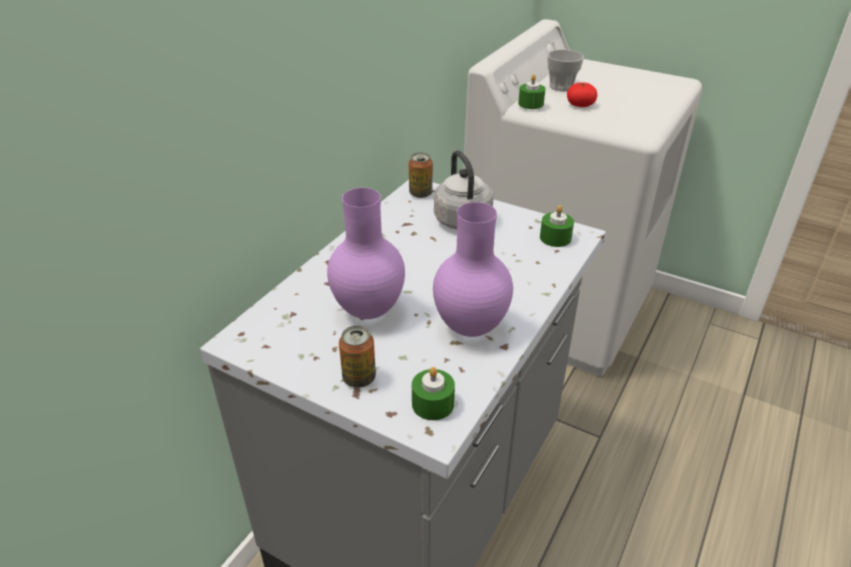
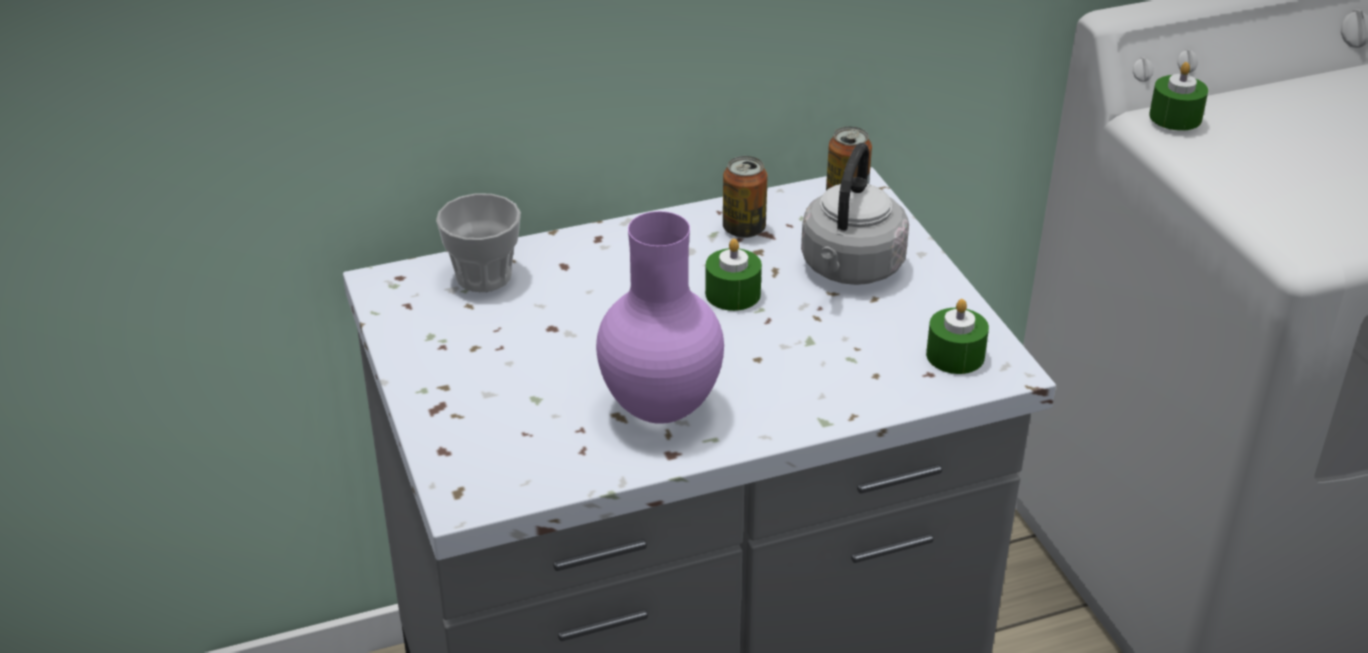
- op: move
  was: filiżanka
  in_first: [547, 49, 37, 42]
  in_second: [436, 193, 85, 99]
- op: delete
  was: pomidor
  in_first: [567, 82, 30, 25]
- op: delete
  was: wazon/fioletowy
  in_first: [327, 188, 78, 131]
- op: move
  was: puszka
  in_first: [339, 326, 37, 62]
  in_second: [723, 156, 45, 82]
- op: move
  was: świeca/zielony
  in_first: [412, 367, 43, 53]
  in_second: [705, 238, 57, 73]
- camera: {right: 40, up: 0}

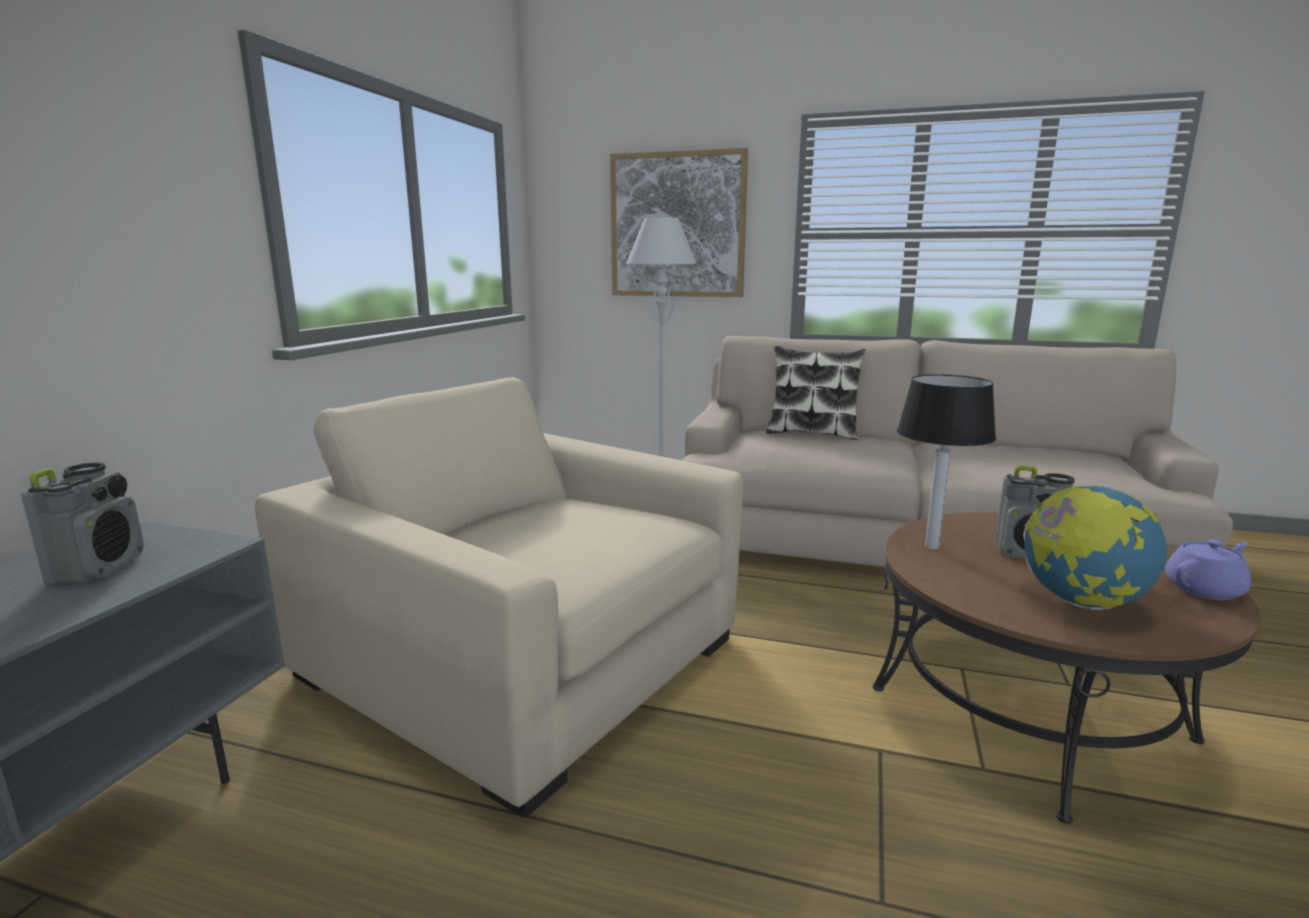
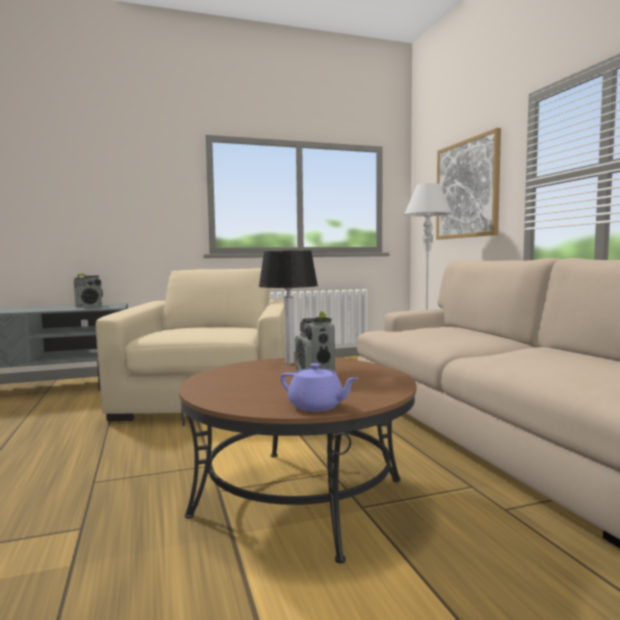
- op: delete
  was: poduszka
  in_first: [766, 346, 99, 94]
- op: delete
  was: globus
  in_first: [1021, 484, 146, 126]
- camera: {right: 55, up: -10}

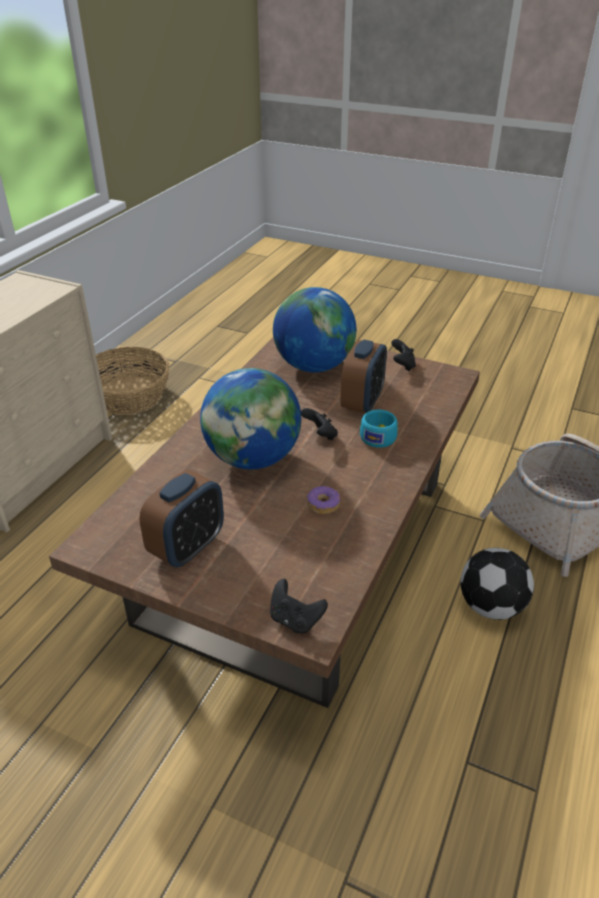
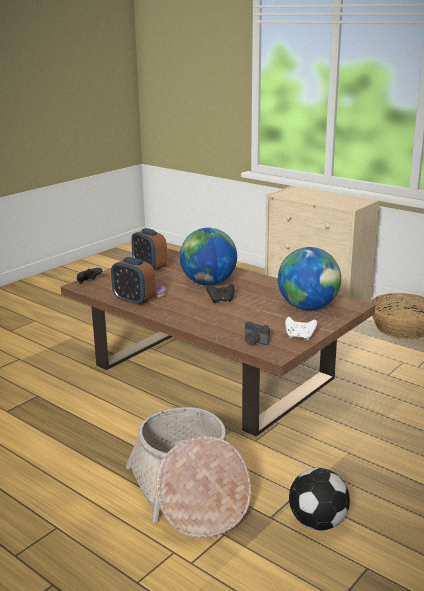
- op: recolor
  was: pad do gier/czarny
  now: pad do gier/biały
  in_first: [391, 339, 25, 32]
  in_second: [285, 317, 32, 23]
- op: move
  was: budzik
  in_first: [340, 340, 47, 73]
  in_second: [111, 257, 45, 49]
- op: delete
  was: filiżanka/turkusowy
  in_first: [360, 410, 38, 38]
- op: move
  was: piłka futbolowa
  in_first: [460, 548, 74, 72]
  in_second: [289, 468, 61, 63]
- op: insert
  now: aparat fotograficzny
  in_second: [245, 321, 25, 25]
- camera: {right: 105, up: -15}

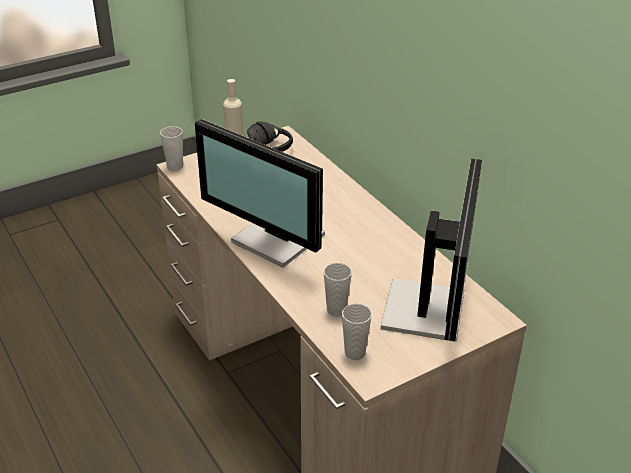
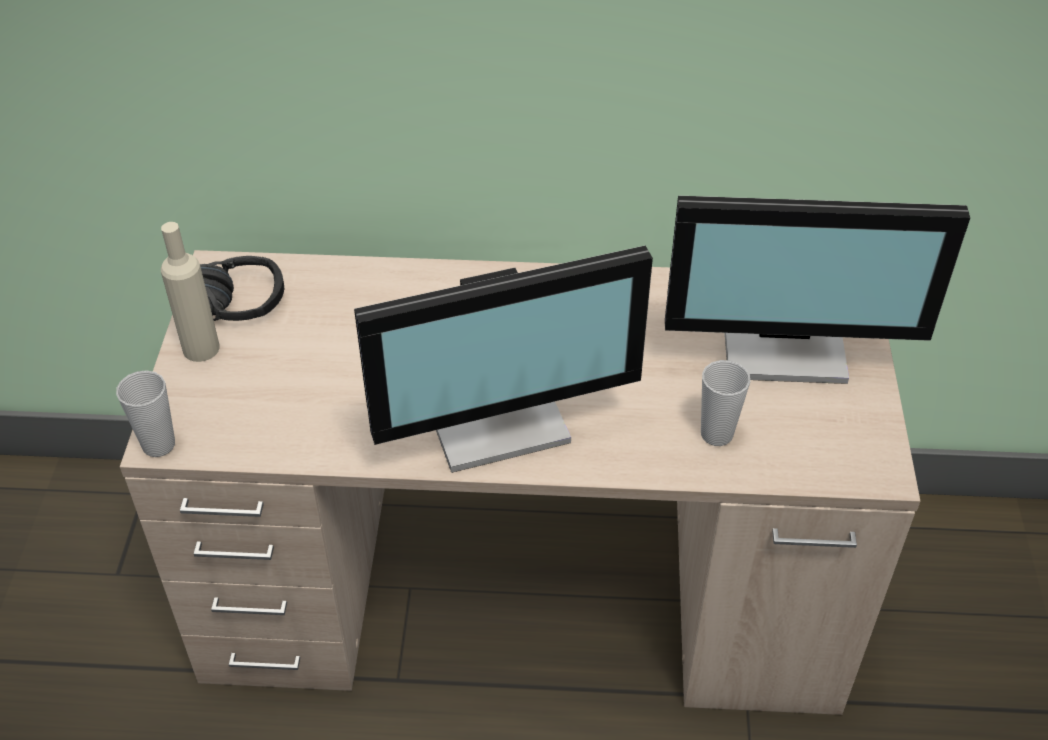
- op: rotate
  was: monitor
  in_first: [381, 159, 101, 183]
  in_second: [665, 196, 305, 188]
  clockwise: 135
- op: delete
  was: filiżanka
  in_first: [342, 303, 30, 57]
- camera: {right: -55, up: 10}

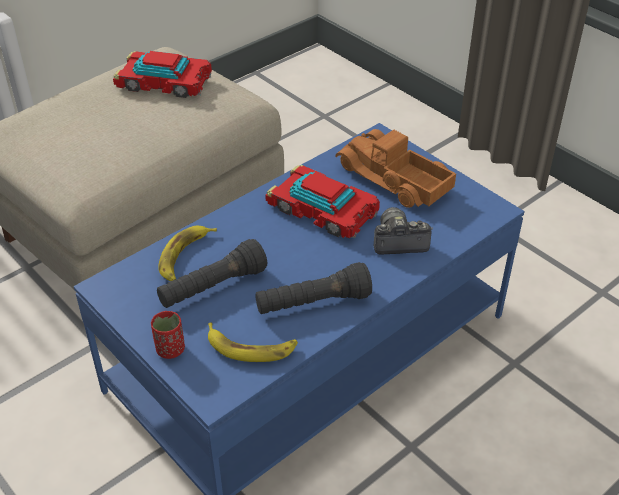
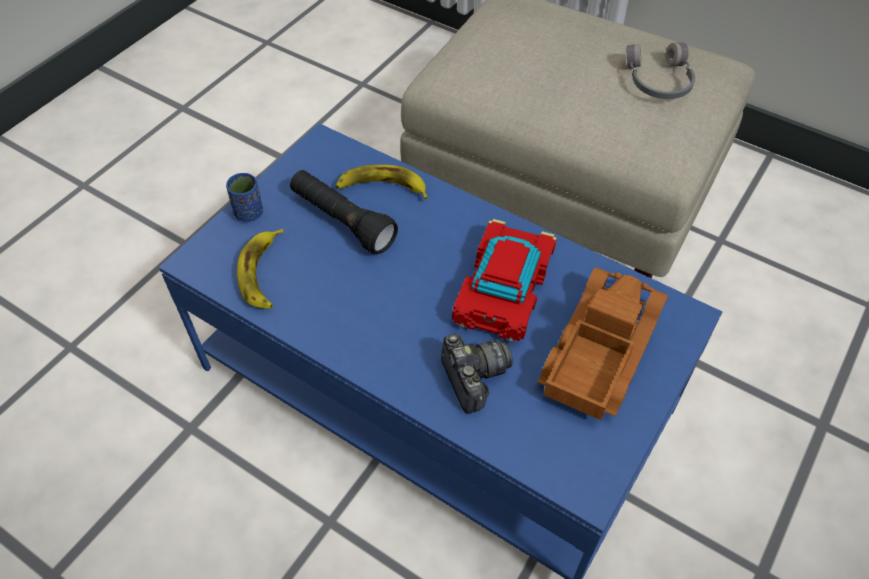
- op: replace
  was: samochodzik
  now: słuchawki/szary
  in_first: [113, 51, 99, 47]
  in_second: [627, 43, 68, 56]
- op: delete
  was: latarka/czarny
  in_first: [255, 262, 117, 52]
- op: recolor
  was: filiżanka/czerwony
  now: filiżanka/niebieski
  in_first: [151, 311, 34, 48]
  in_second: [226, 173, 37, 49]
- camera: {right: 75, up: 10}

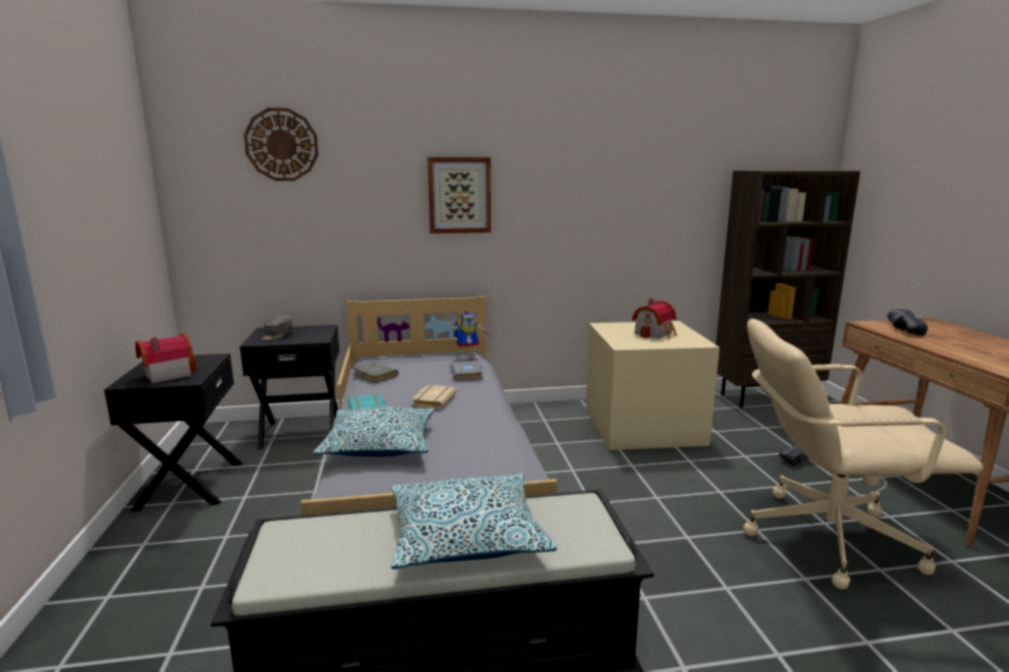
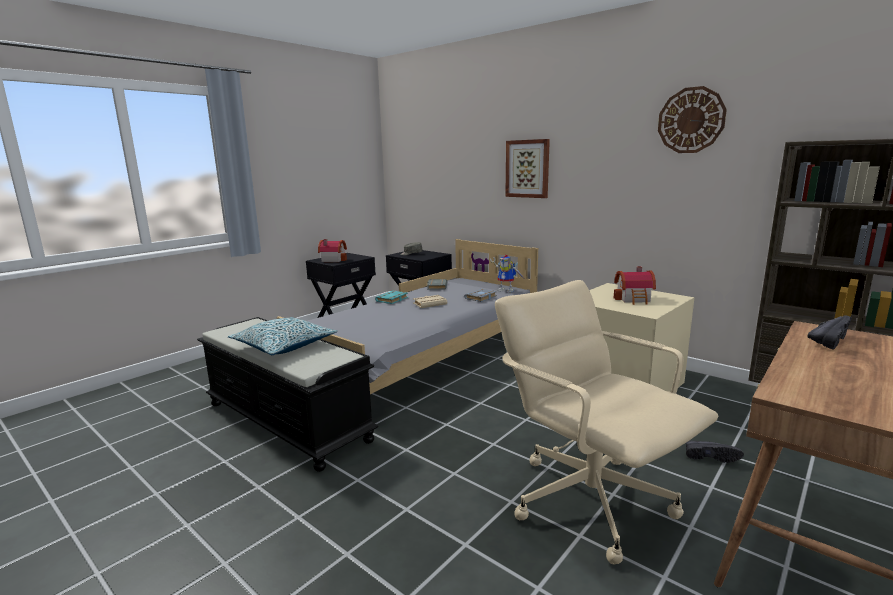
- op: move
  was: zegar ścienny
  in_first: [244, 108, 75, 73]
  in_second: [658, 86, 69, 67]
- op: delete
  was: poduszka
  in_first: [312, 407, 123, 50]
- camera: {right: 50, up: 0}

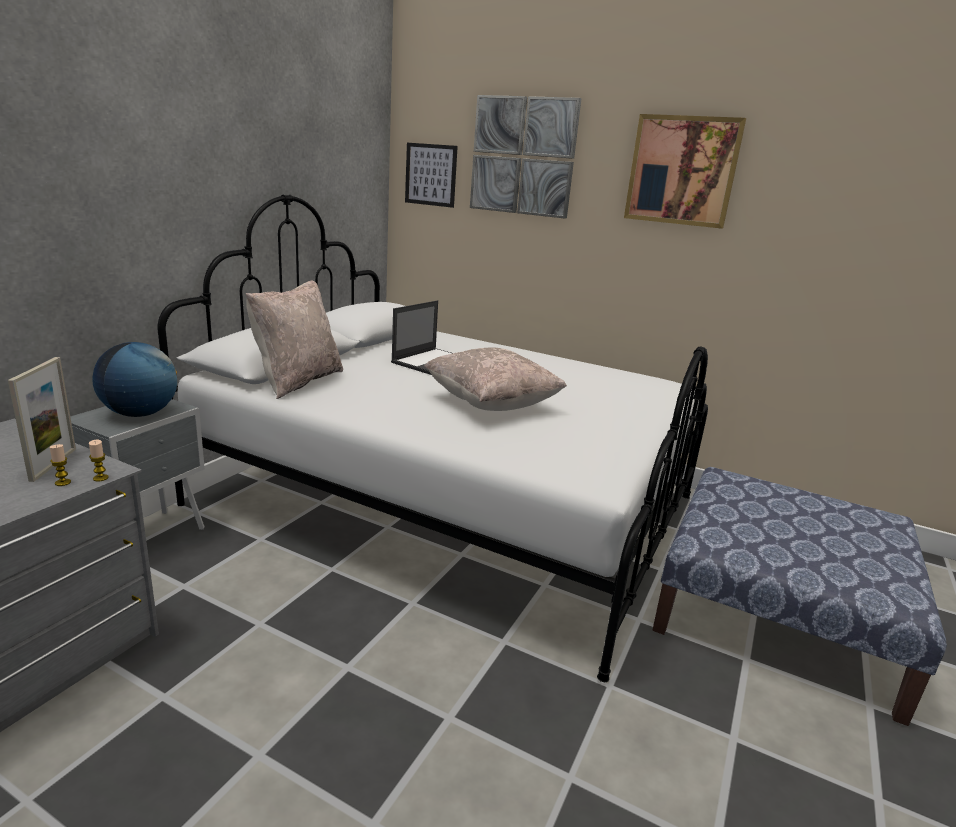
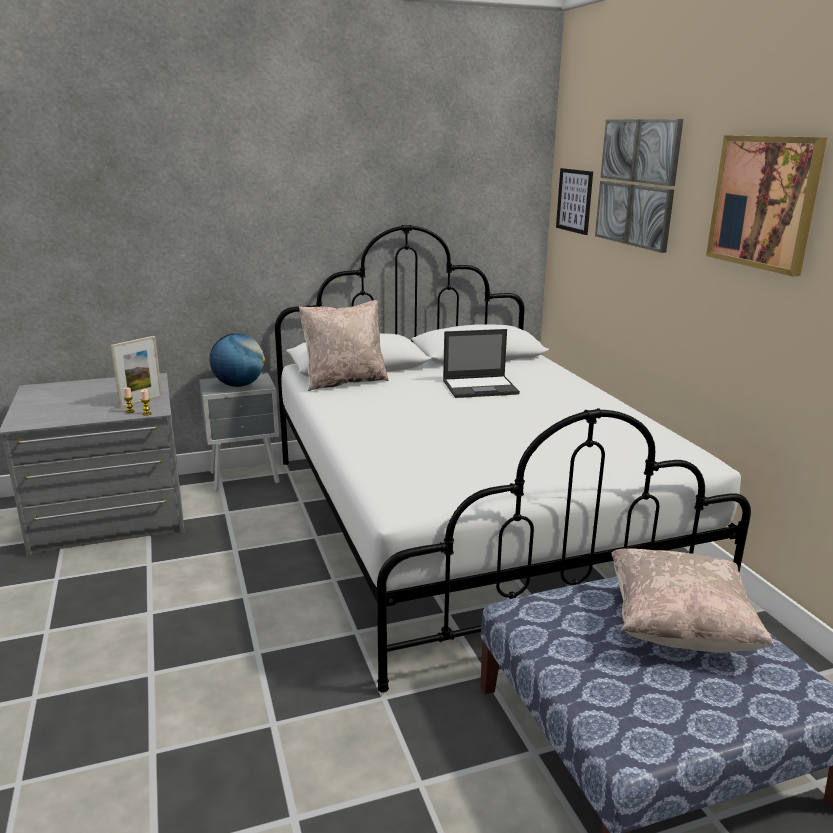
- op: move
  was: poduszka/beżowy
  in_first: [424, 347, 143, 64]
  in_second: [612, 548, 162, 104]
- camera: {right: 45, up: 0}

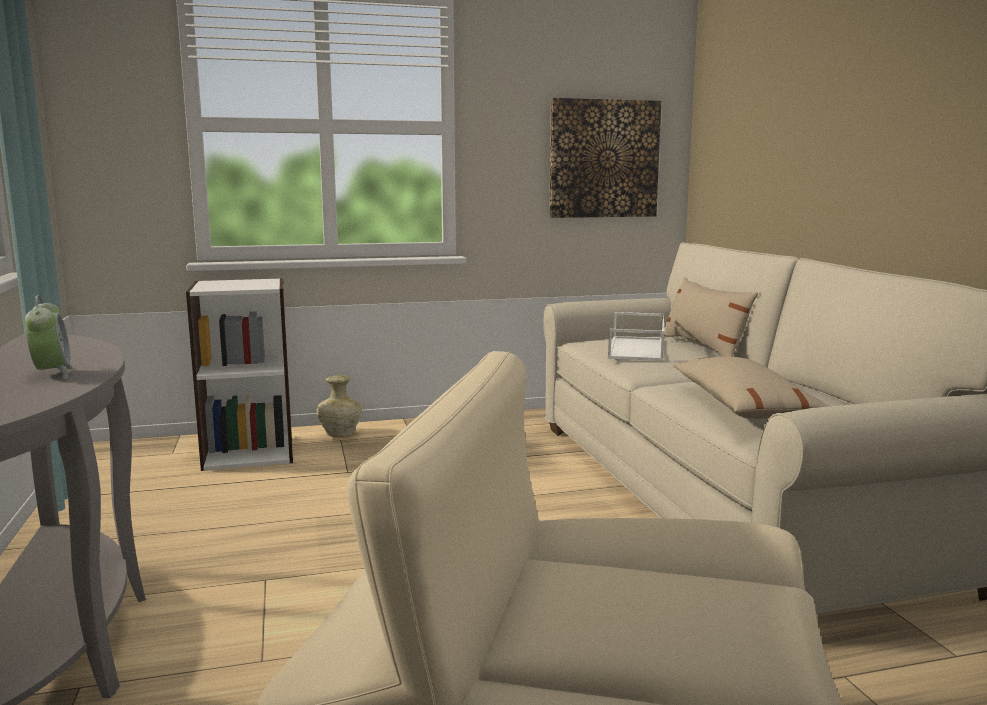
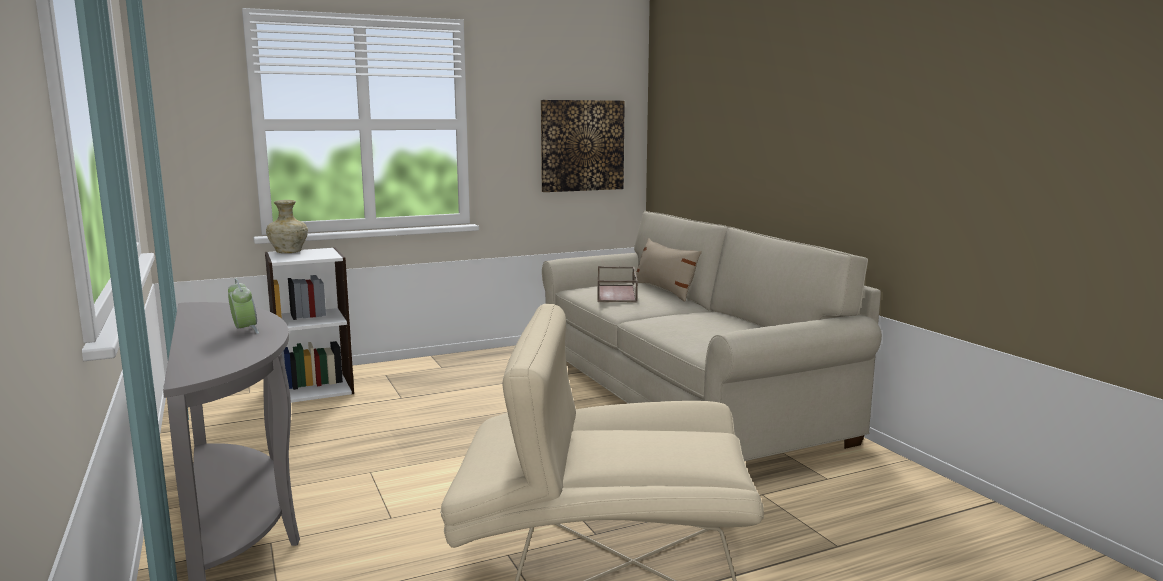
- op: recolor
  was: taca/biały
  now: taca/brązowy
  in_first: [608, 312, 57, 49]
  in_second: [597, 266, 41, 37]
- op: delete
  was: poduszka/beżowy
  in_first: [673, 357, 157, 62]
- op: move
  was: wazon/beżowy
  in_first: [316, 375, 46, 62]
  in_second: [266, 200, 42, 53]
- camera: {right: -10, up: 0}

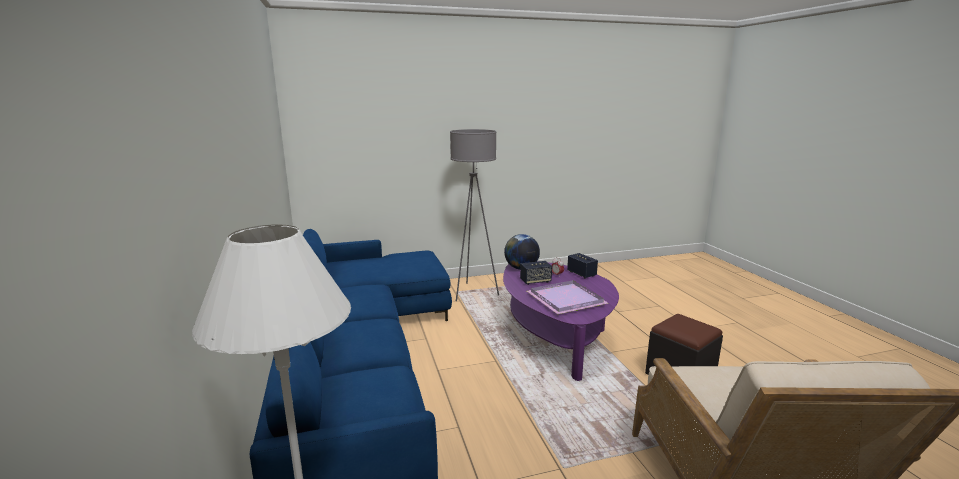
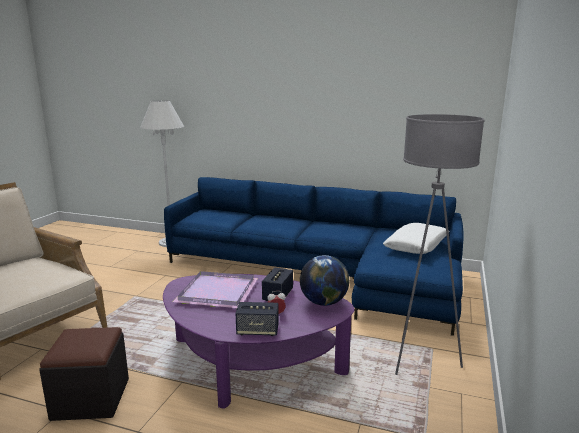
- op: insert
  now: poduszka/biały
  in_second: [383, 223, 67, 31]
- camera: {right: 125, up: 0}

